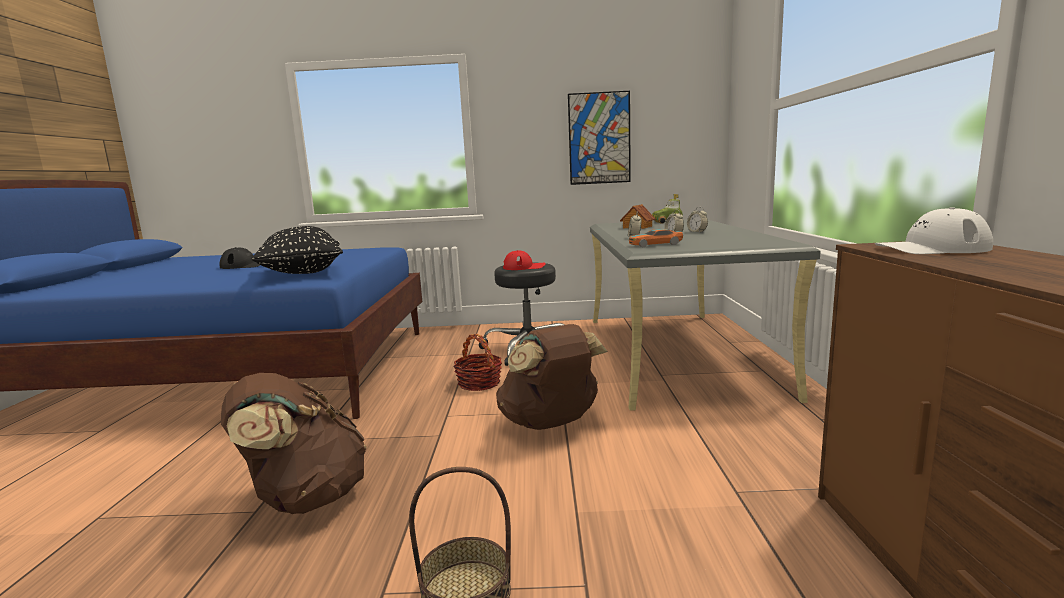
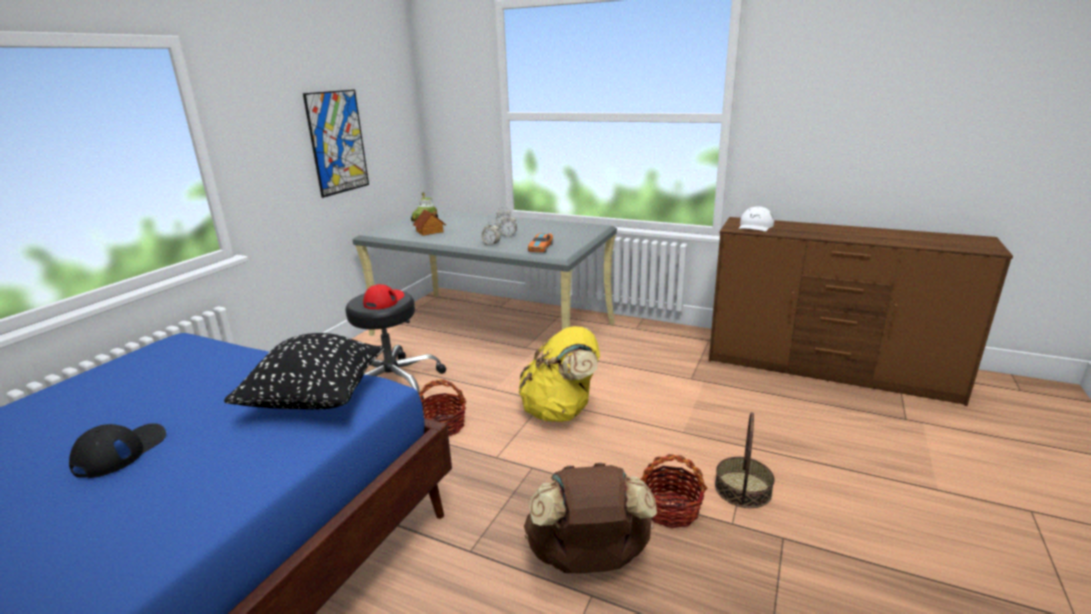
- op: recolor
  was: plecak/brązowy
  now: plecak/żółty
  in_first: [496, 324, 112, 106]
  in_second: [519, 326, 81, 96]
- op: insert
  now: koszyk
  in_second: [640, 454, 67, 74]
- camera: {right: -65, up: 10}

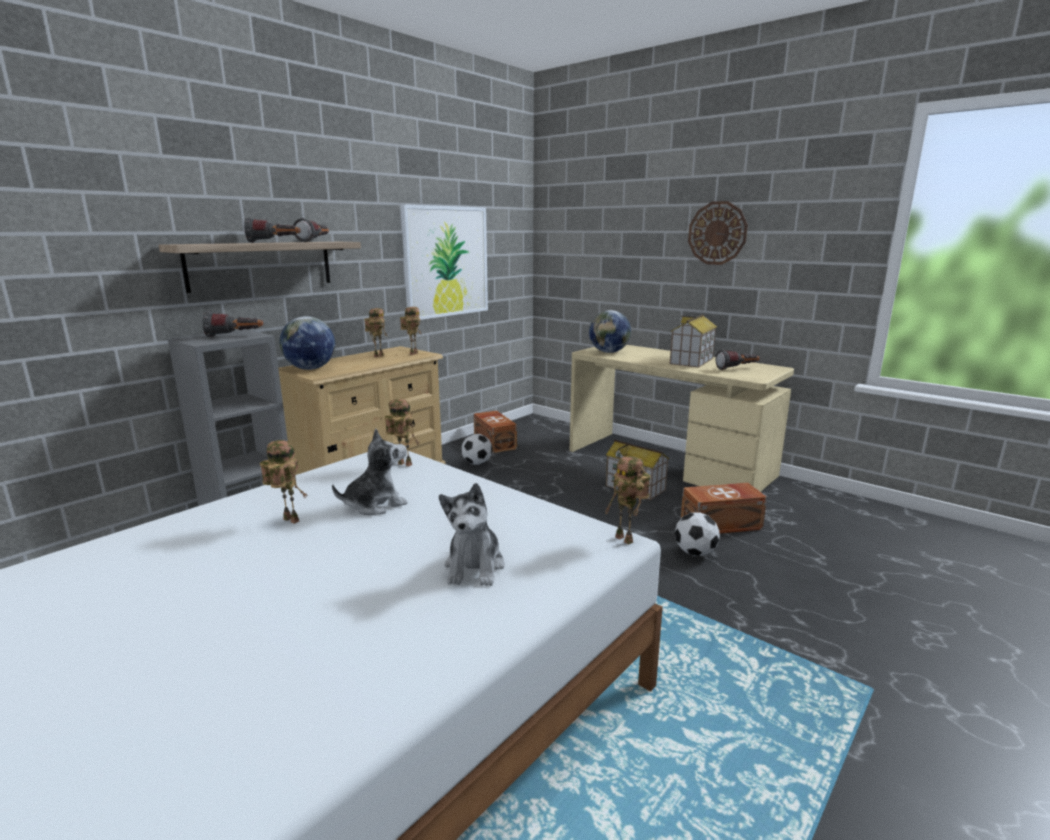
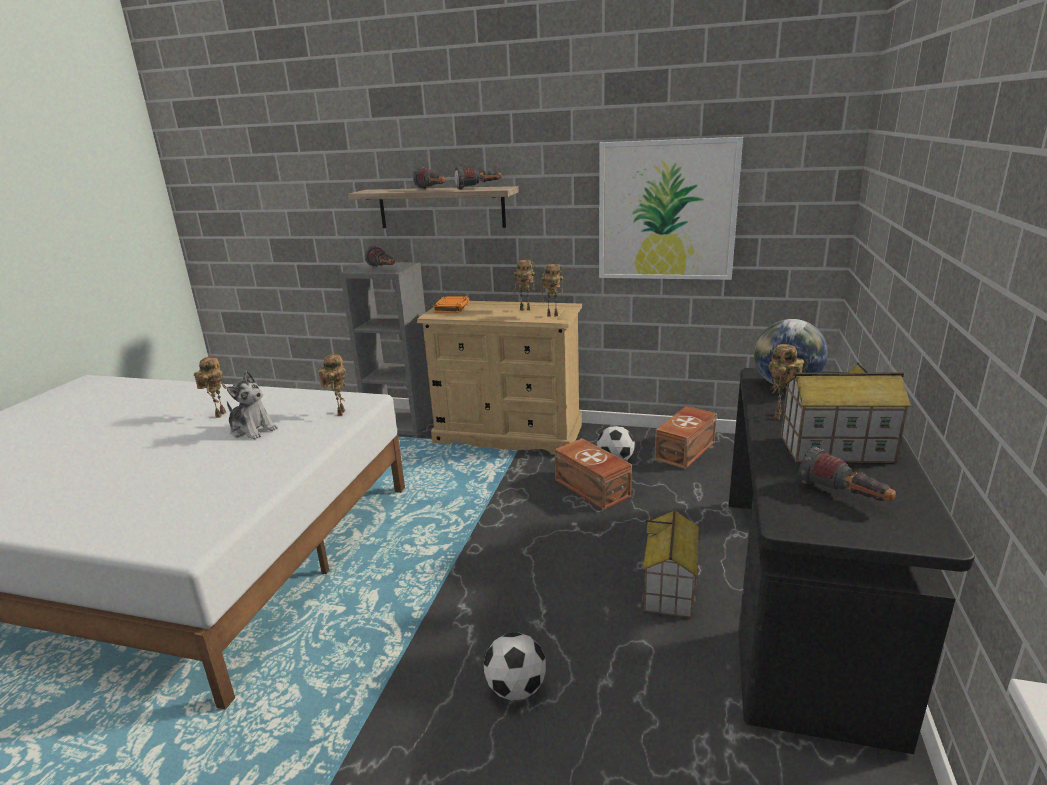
- op: delete
  was: zegar ścienny
  in_first: [688, 201, 60, 64]
- op: replace
  was: globus
  now: książka/pomarańczowy
  in_first: [280, 316, 55, 54]
  in_second: [433, 296, 36, 17]
- op: recolor
  was: biurko/beżowy
  now: biurko/czarny
  in_first: [570, 345, 224, 147]
  in_second: [728, 368, 247, 386]
- op: move
  was: robot zabawkowy
  in_first: [605, 456, 46, 89]
  in_second: [769, 344, 35, 76]
- op: delete
  was: pluszak
  in_first: [439, 483, 66, 103]
- op: move
  was: pojemnik do przechowywania/brązowy
  in_first: [681, 483, 86, 50]
  in_second: [555, 438, 77, 72]
- camera: {right: 65, up: 5}

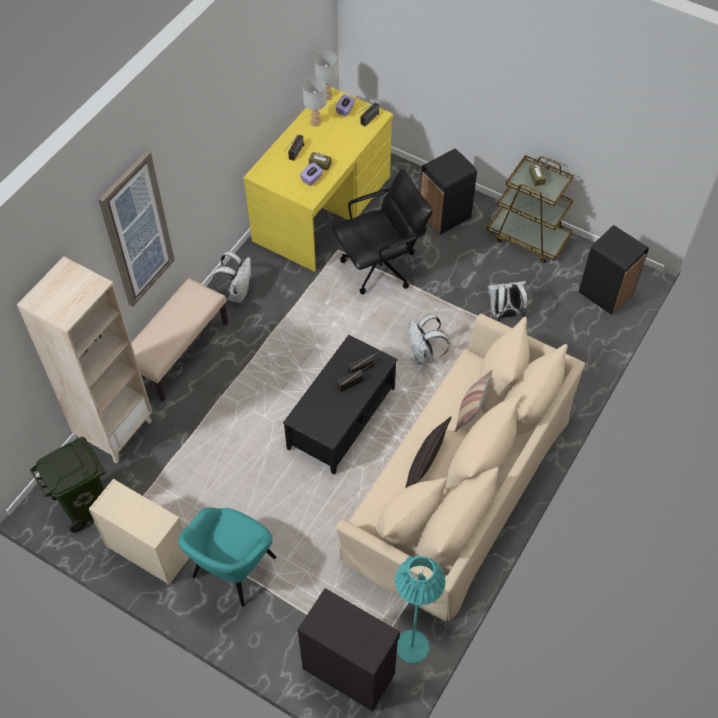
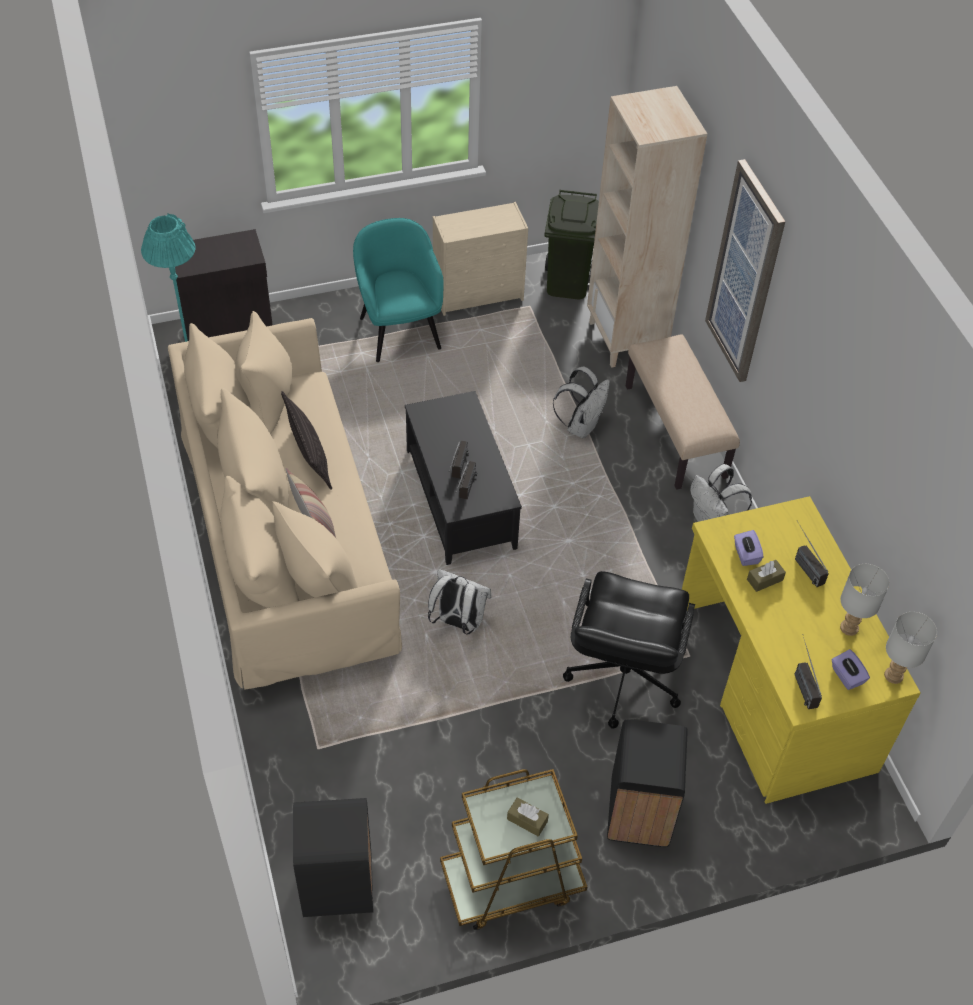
- op: move
  was: plecak/biały
  in_first: [487, 281, 41, 40]
  in_second: [553, 367, 57, 71]
- camera: {right: 130, up: -5}

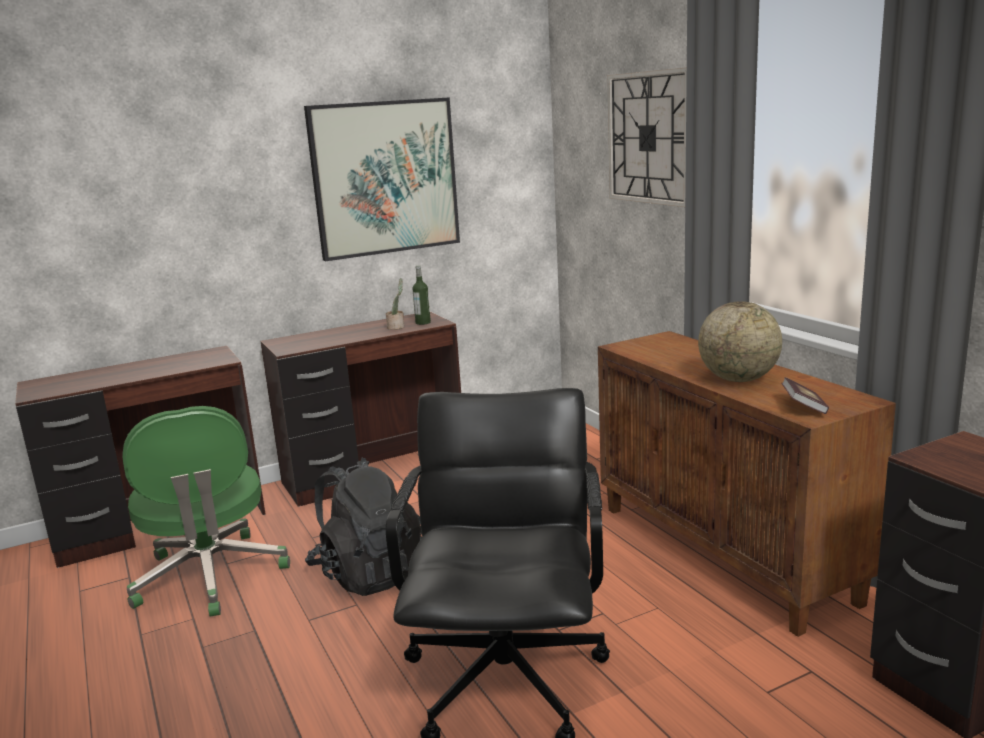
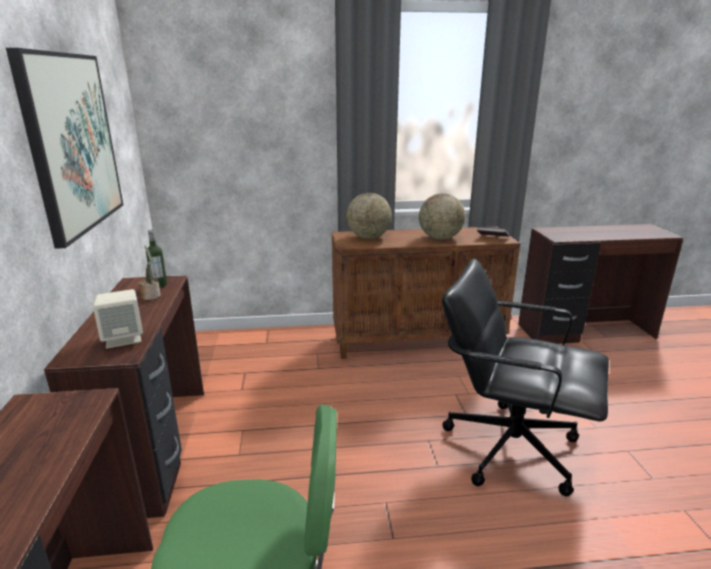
- op: delete
  was: zegar ścienny
  in_first: [607, 67, 80, 140]
- op: delete
  was: plecak/czarny
  in_first: [305, 458, 117, 138]
- op: insert
  now: globus
  in_second: [346, 193, 46, 46]
- op: insert
  now: głośnik/beżowy
  in_second: [93, 289, 50, 60]
- camera: {right: -70, up: 5}

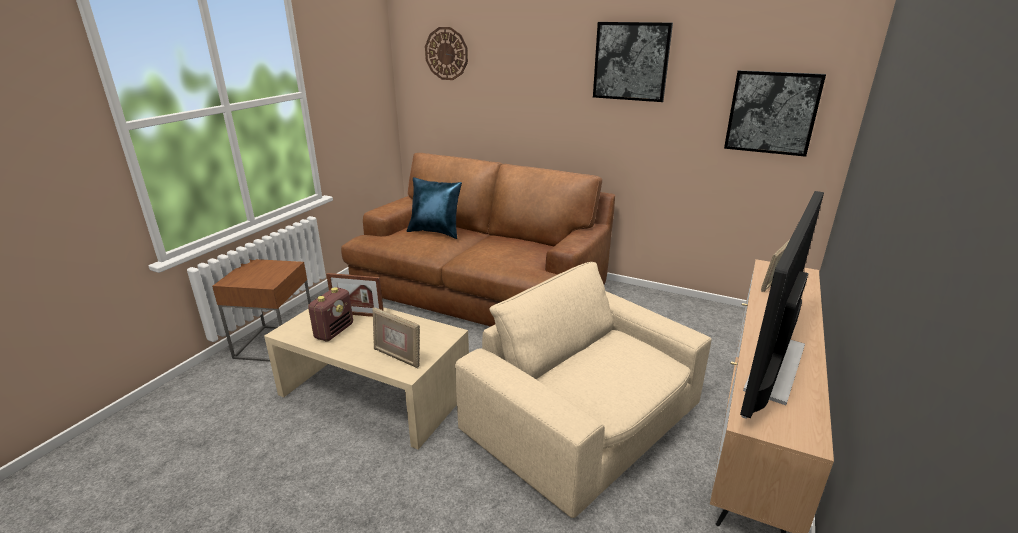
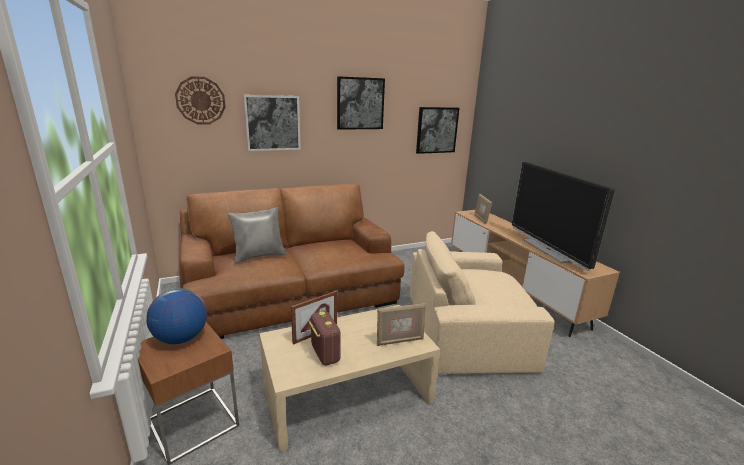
- op: recolor
  was: poduszka/niebieski
  now: poduszka/szary
  in_first: [407, 177, 55, 62]
  in_second: [228, 207, 59, 57]
- op: insert
  now: obraz
  in_second: [243, 95, 58, 56]
- op: insert
  now: globus
  in_second: [146, 288, 61, 56]
- camera: {right: -50, up: -5}

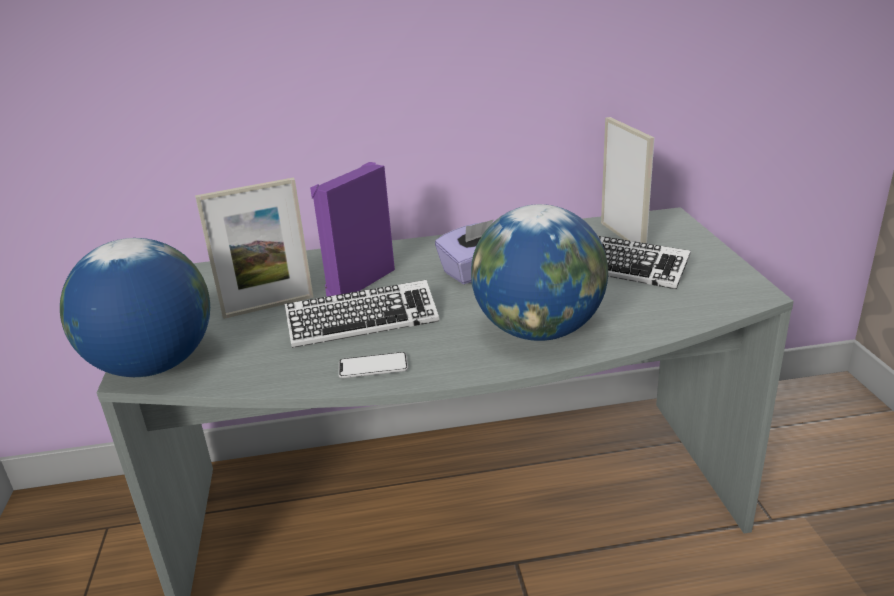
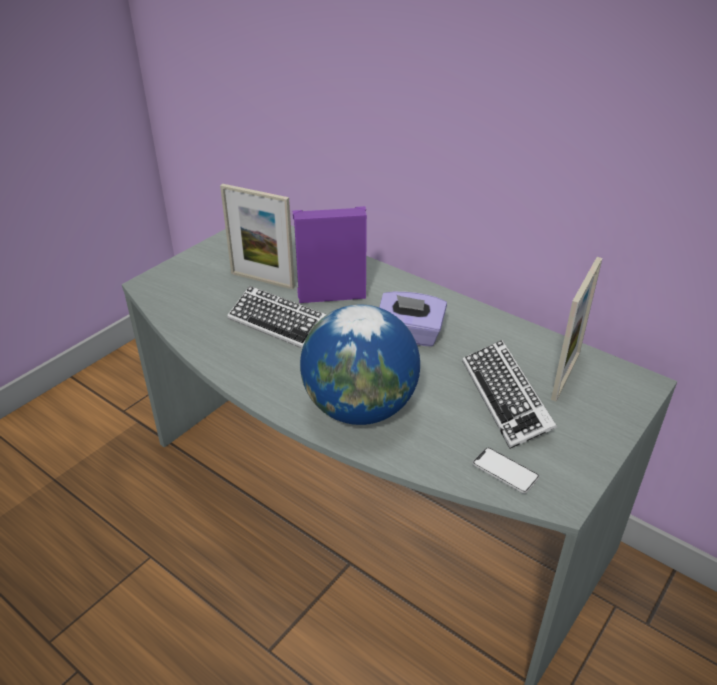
- op: delete
  was: globus
  in_first: [60, 238, 150, 139]
- op: move
  was: telefon
  in_first: [339, 352, 69, 26]
  in_second: [472, 447, 68, 47]
- camera: {right: 45, up: 10}

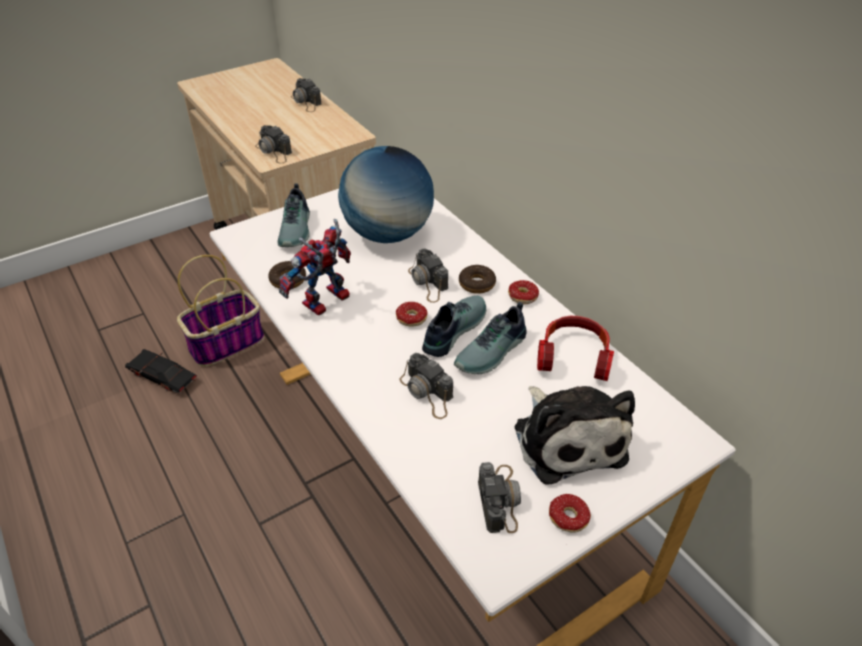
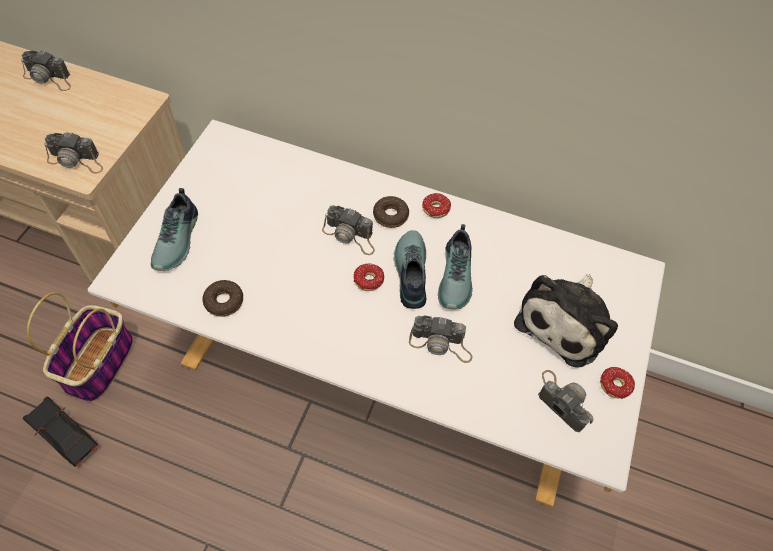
- op: delete
  was: globus
  in_first: [338, 146, 96, 97]
- op: rotate
  was: but
  in_first: [278, 183, 32, 64]
  in_second: [151, 188, 47, 83]
  clockwise: 45
- op: delete
  was: robot zabawkowy
  in_first: [279, 219, 72, 96]
- op: delete
  was: słuchawki
  in_first: [537, 316, 77, 65]
- op: rotate
  was: samochodzik/czarny
  in_first: [125, 349, 72, 45]
  in_second: [23, 397, 76, 71]
  clockwise: 45
- op: rotate
  was: pluszak
  in_first: [514, 386, 121, 98]
  in_second: [514, 274, 104, 94]
  clockwise: 90
- camera: {right: -40, up: 15}

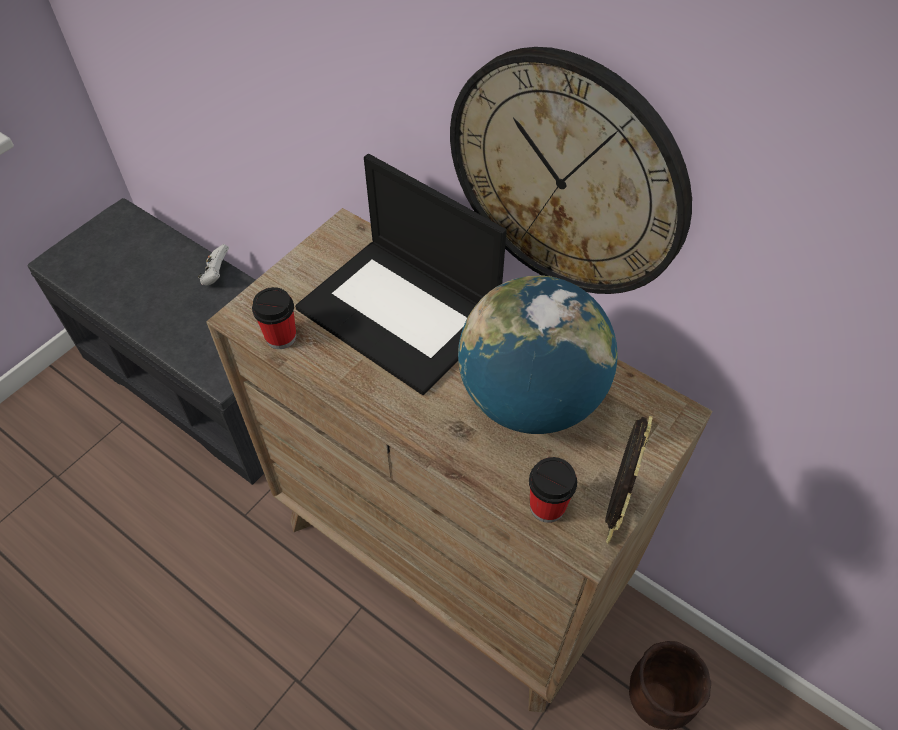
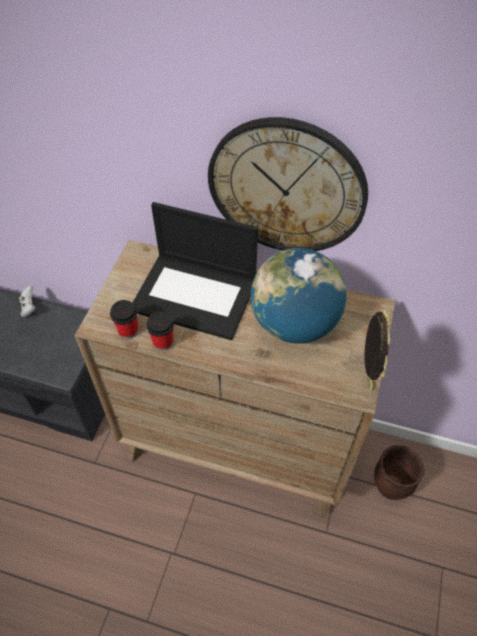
- op: move
  was: filiżanka
  in_first: [529, 457, 48, 66]
  in_second: [146, 312, 28, 39]
- camera: {right: -20, up: 0}

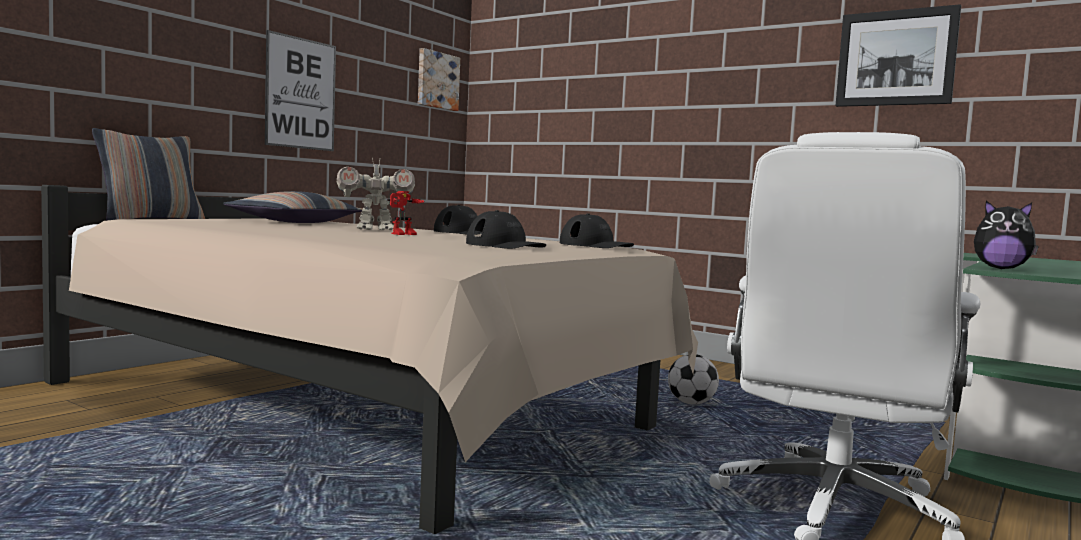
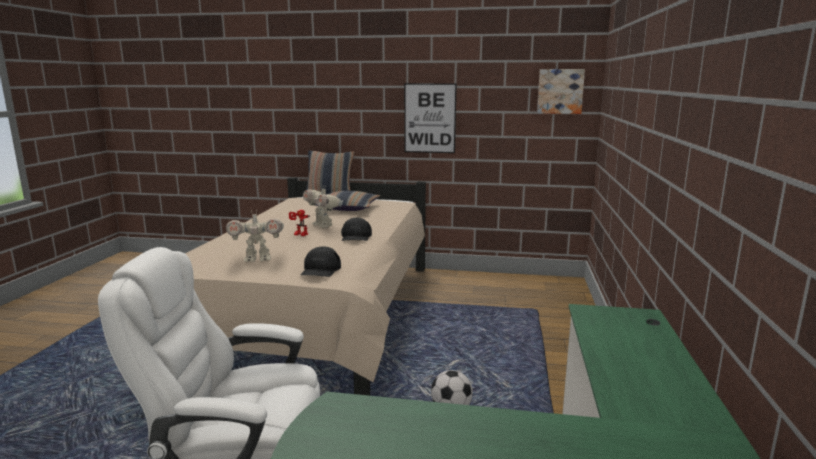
- op: delete
  was: obraz
  in_first: [836, 4, 125, 103]
- op: delete
  was: pluszak
  in_first: [974, 201, 65, 68]
- op: replace
  was: czapka z daszkiem/czarny
  now: robot zabawkowy
  in_first: [466, 210, 80, 39]
  in_second: [226, 210, 58, 52]
- camera: {right: 65, up: 10}

